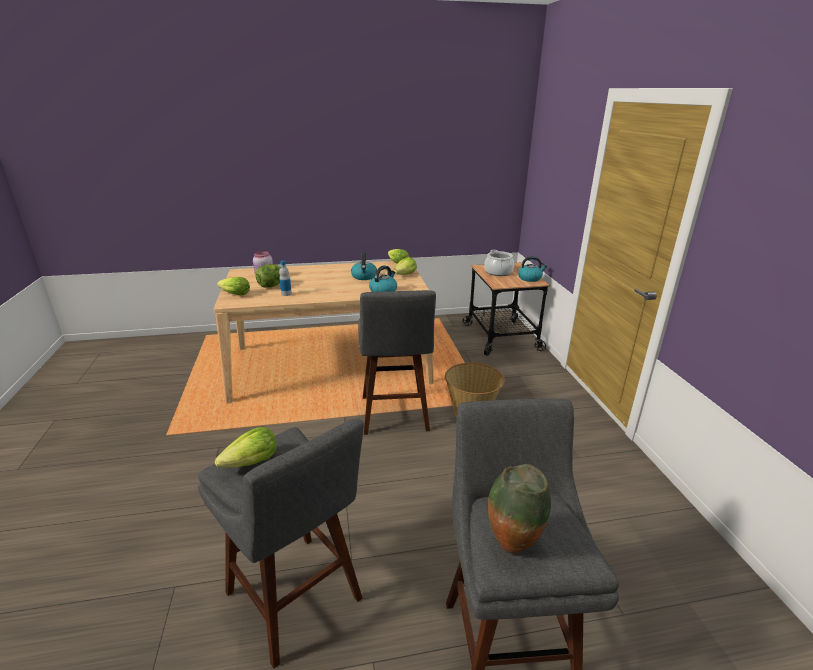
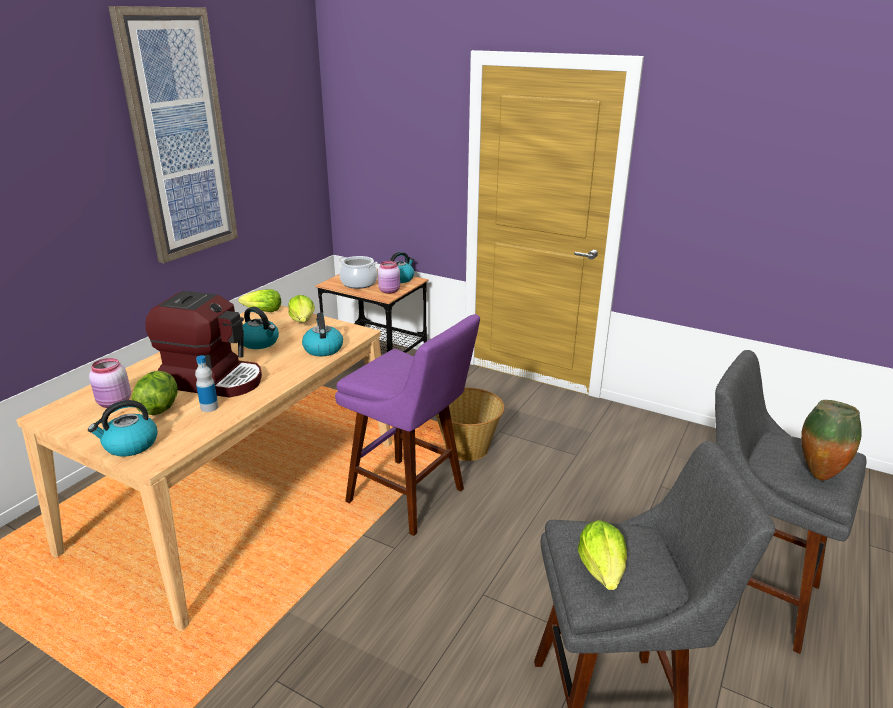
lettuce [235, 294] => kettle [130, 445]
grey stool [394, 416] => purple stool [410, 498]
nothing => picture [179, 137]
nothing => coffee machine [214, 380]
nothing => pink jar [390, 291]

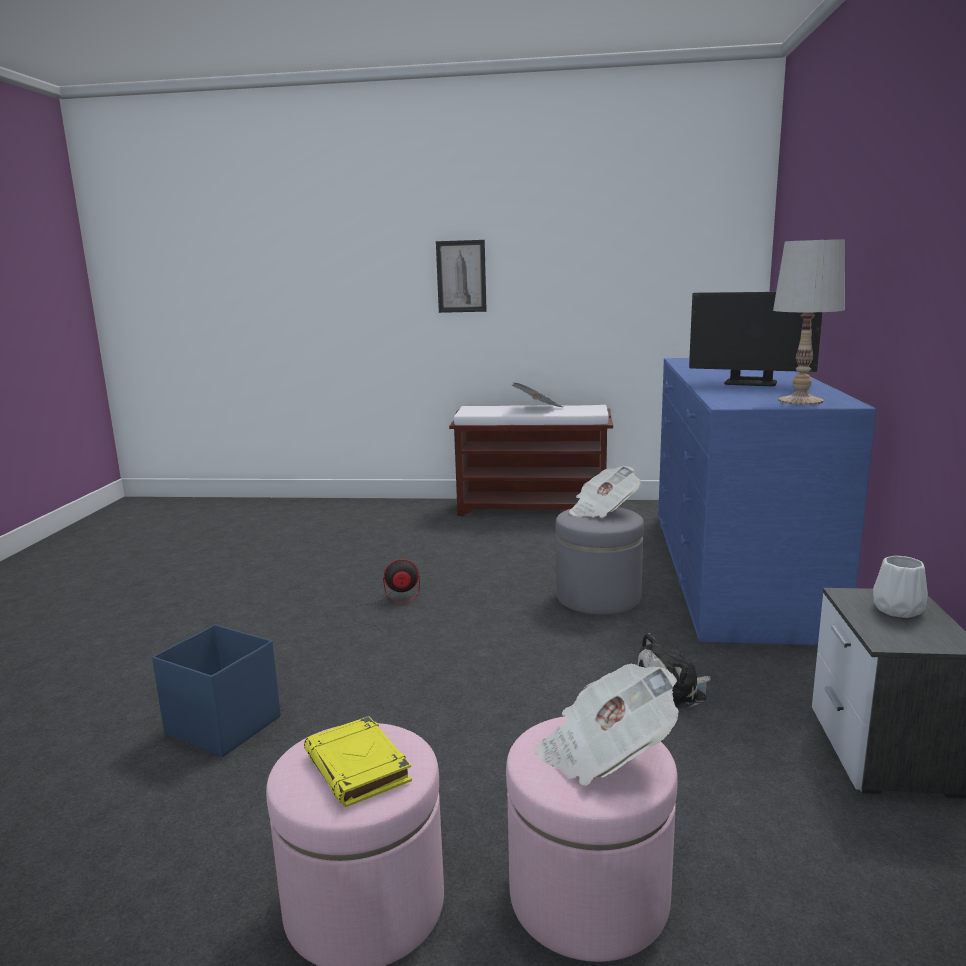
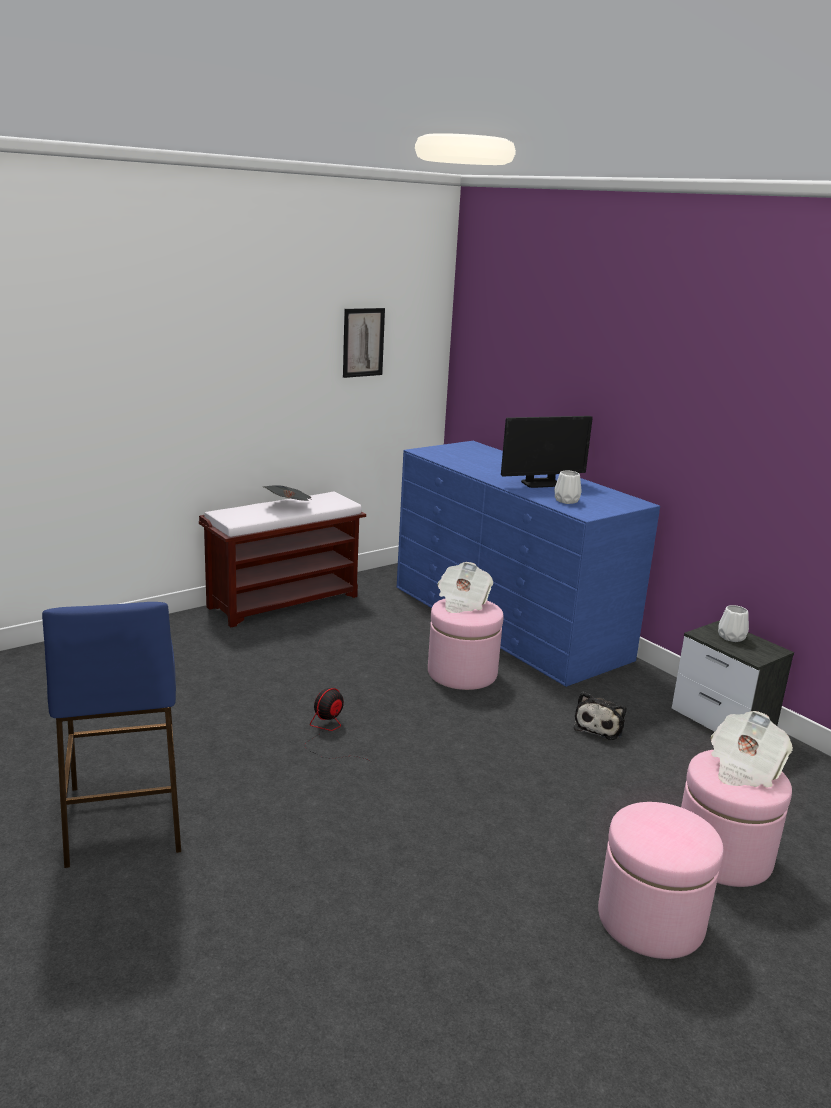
blue storage box [223, 725] => nothing
yellow book [358, 768] => nothing
picture [461, 276] => picture [363, 342], move
grey ottoman [598, 597] => pink ottoman [462, 673]
white table lamp [800, 401] => nothing
nothing => blue stool [124, 819]
nothing => white vase [567, 501]

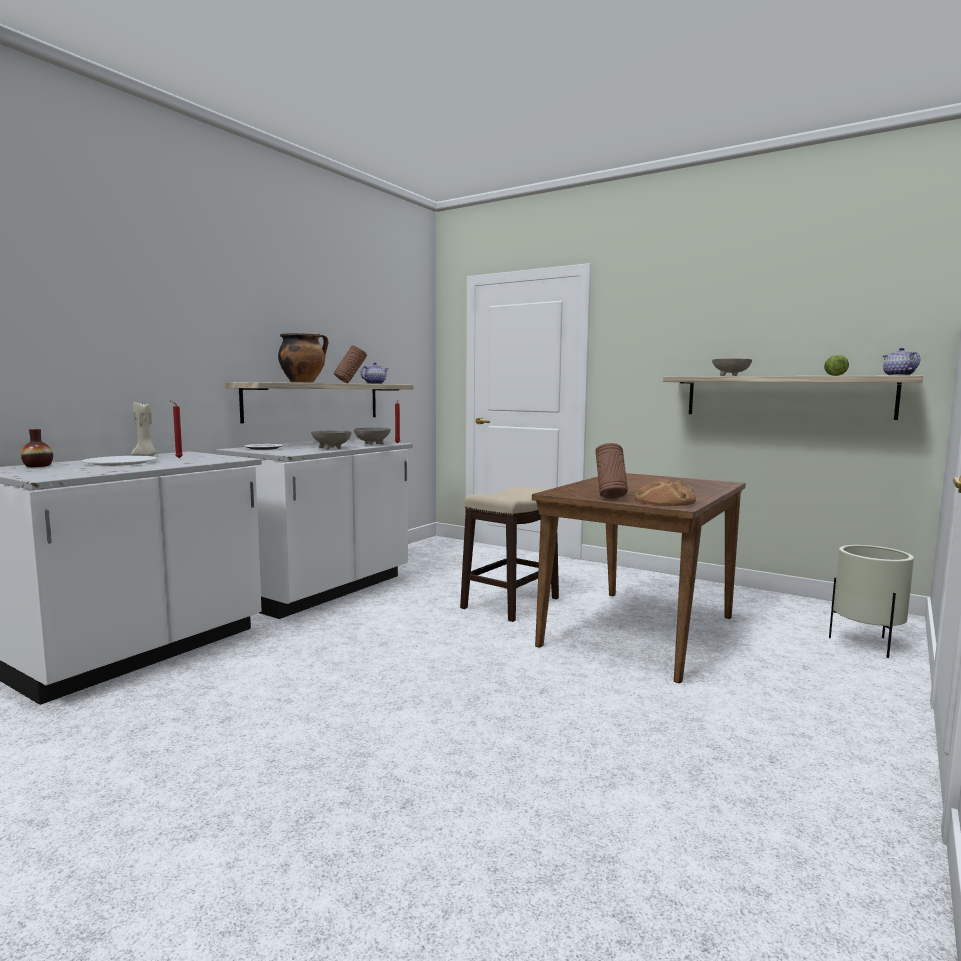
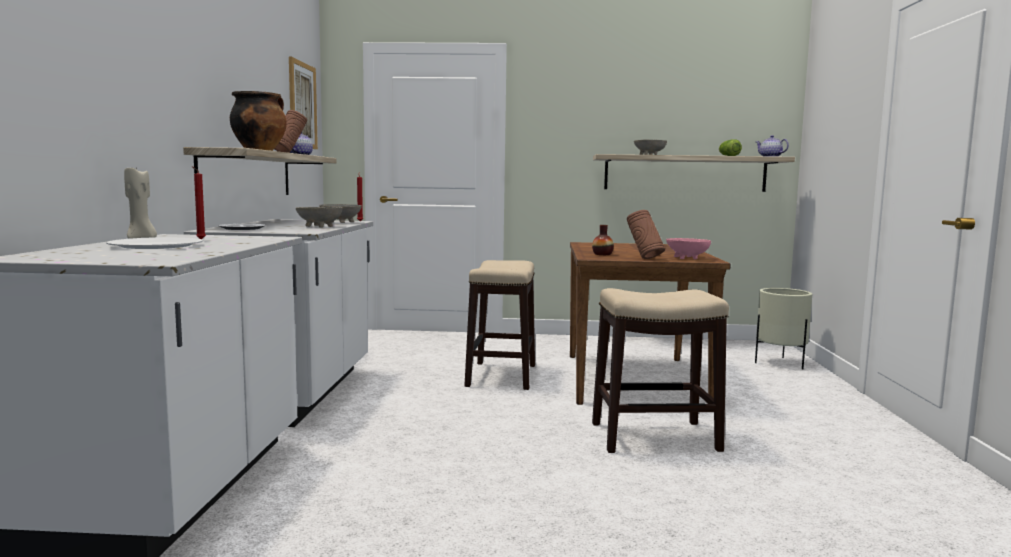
vase [38, 466] => vase [602, 254], move
bread [665, 501] => pink bowl [688, 258]
nothing => picture [302, 105]
nothing => stool [653, 437]

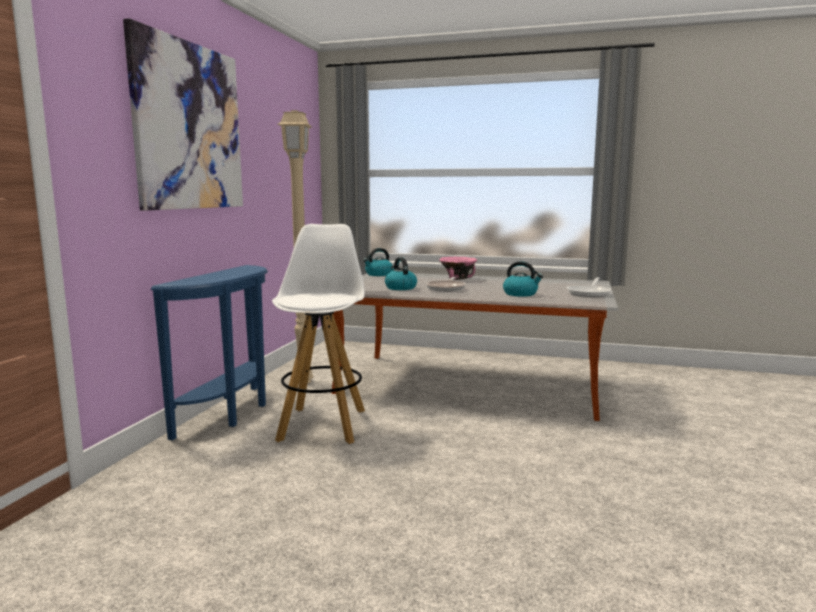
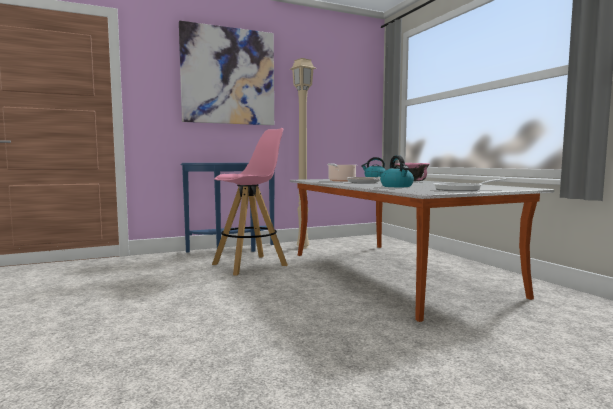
white stool [323, 424] => pink stool [250, 265]
kettle [400, 288] => cooking pot [341, 181]

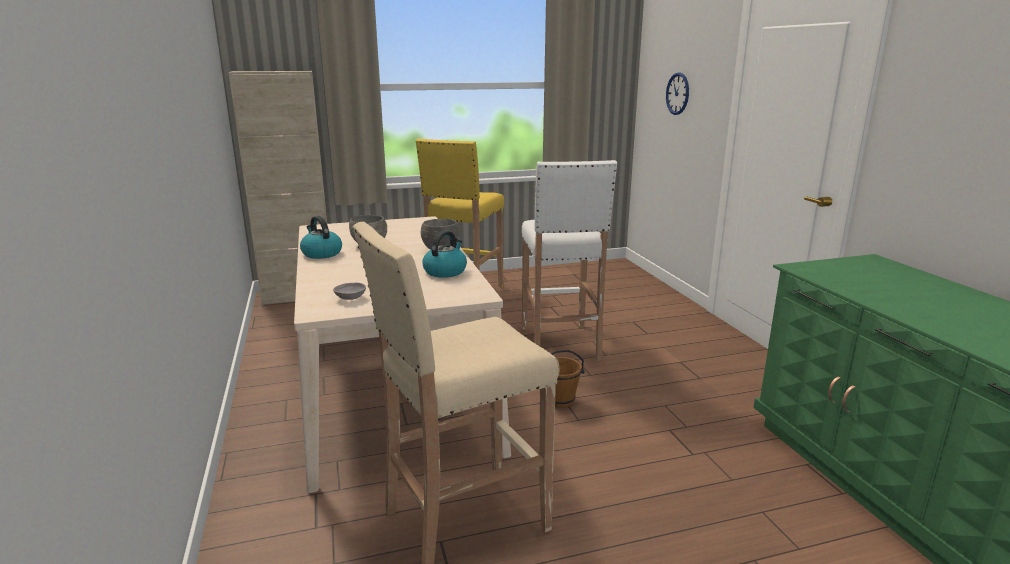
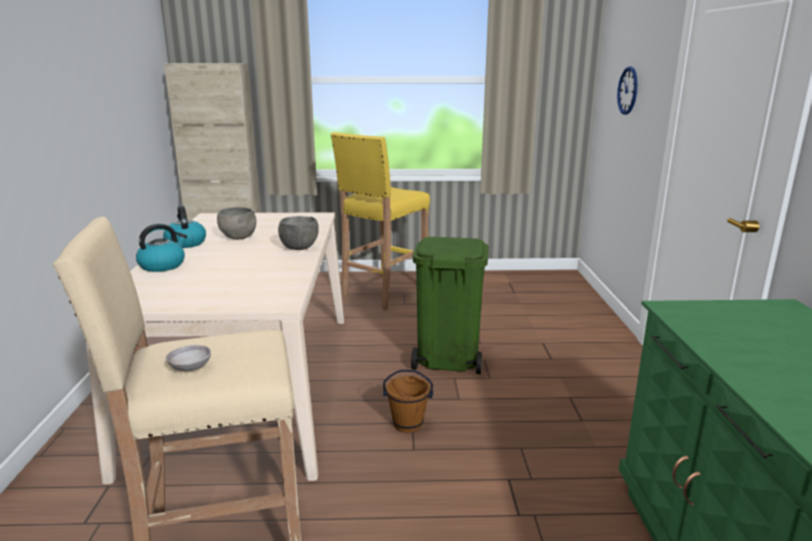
grey bowl [350, 298] => grey bowl [190, 368], move
kettle [445, 271] => kettle [163, 265], move
white stool [560, 344] => green trash can [447, 359]

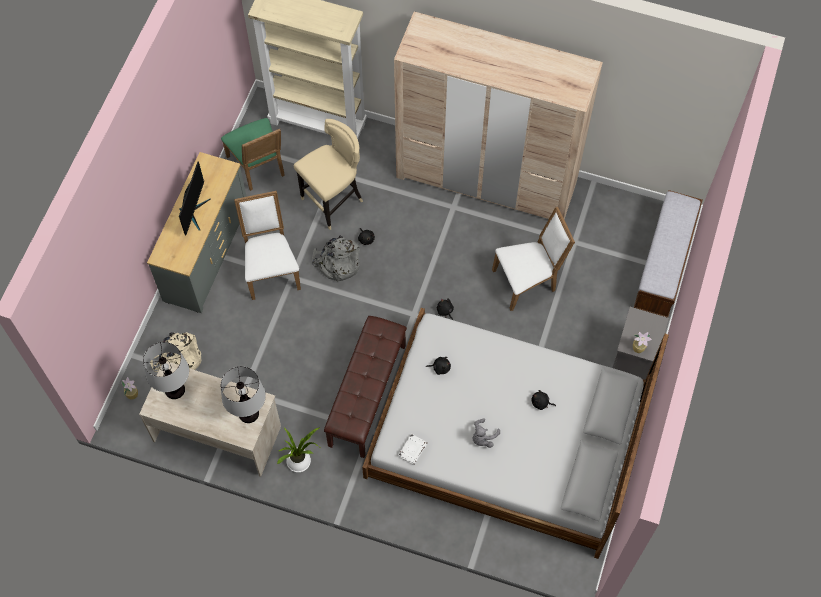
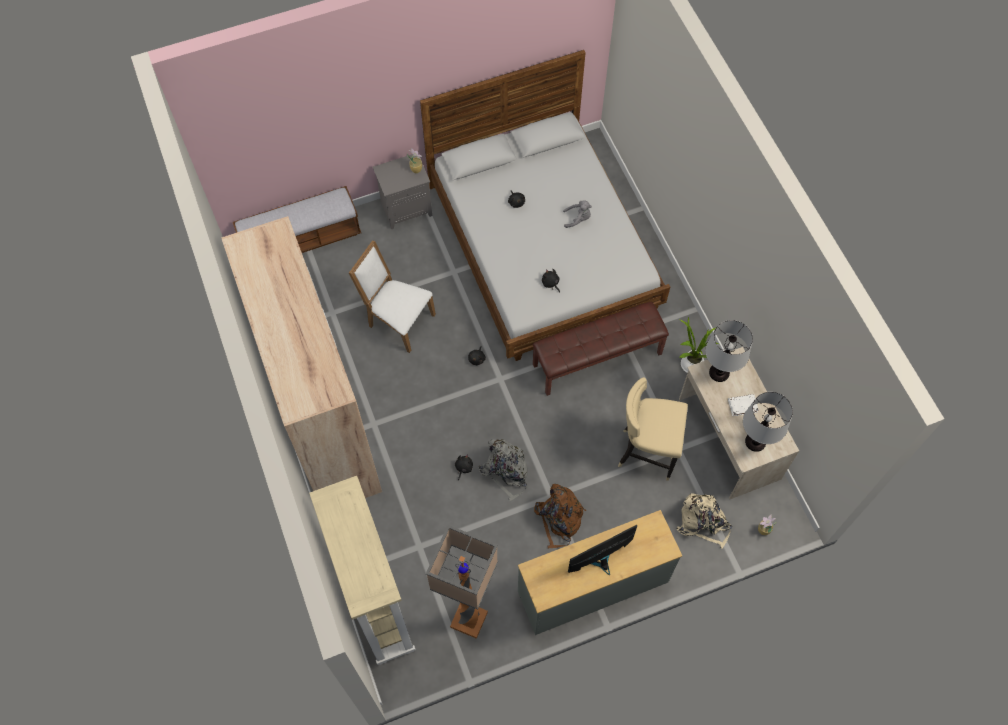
green chair [258, 167] => floor lamp [470, 619]
white chair [271, 269] => brown backpack [559, 519]
beige stool [333, 202] => beige stool [646, 452], move
white book [412, 449] => white book [742, 406], move

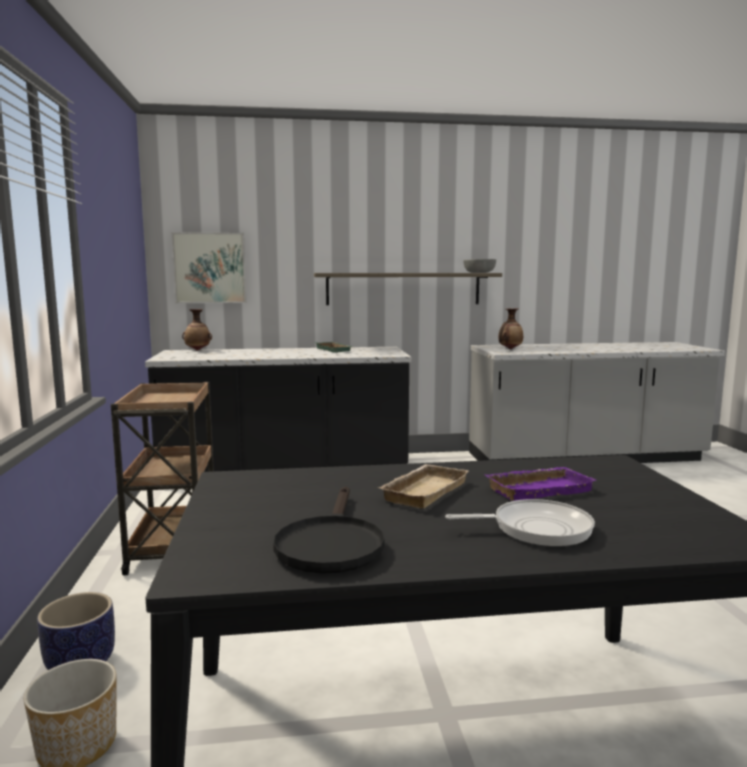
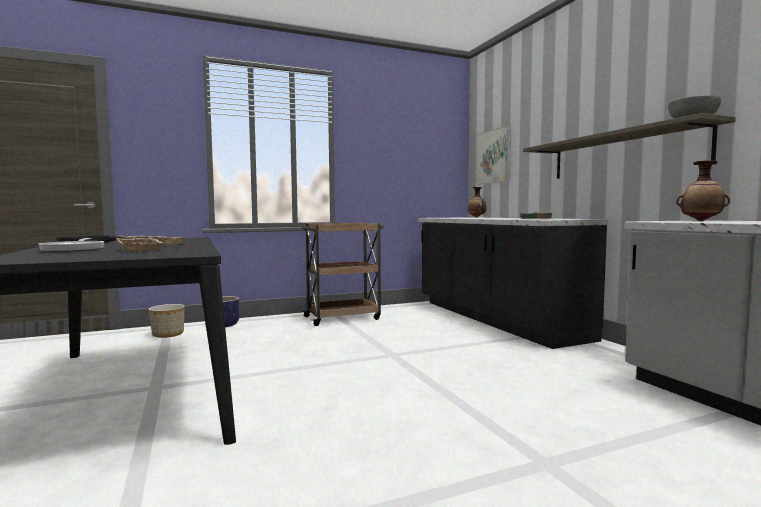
purple tray [538, 489] => beige tray [142, 249]

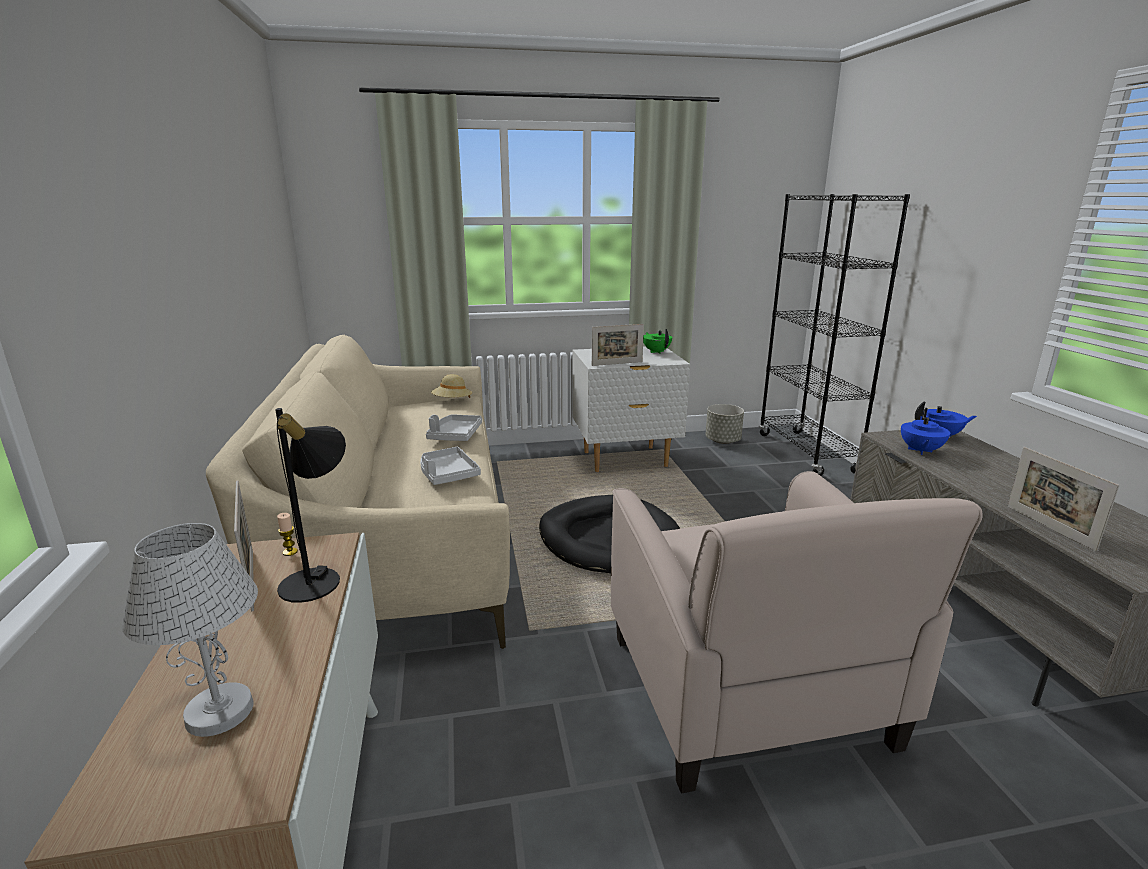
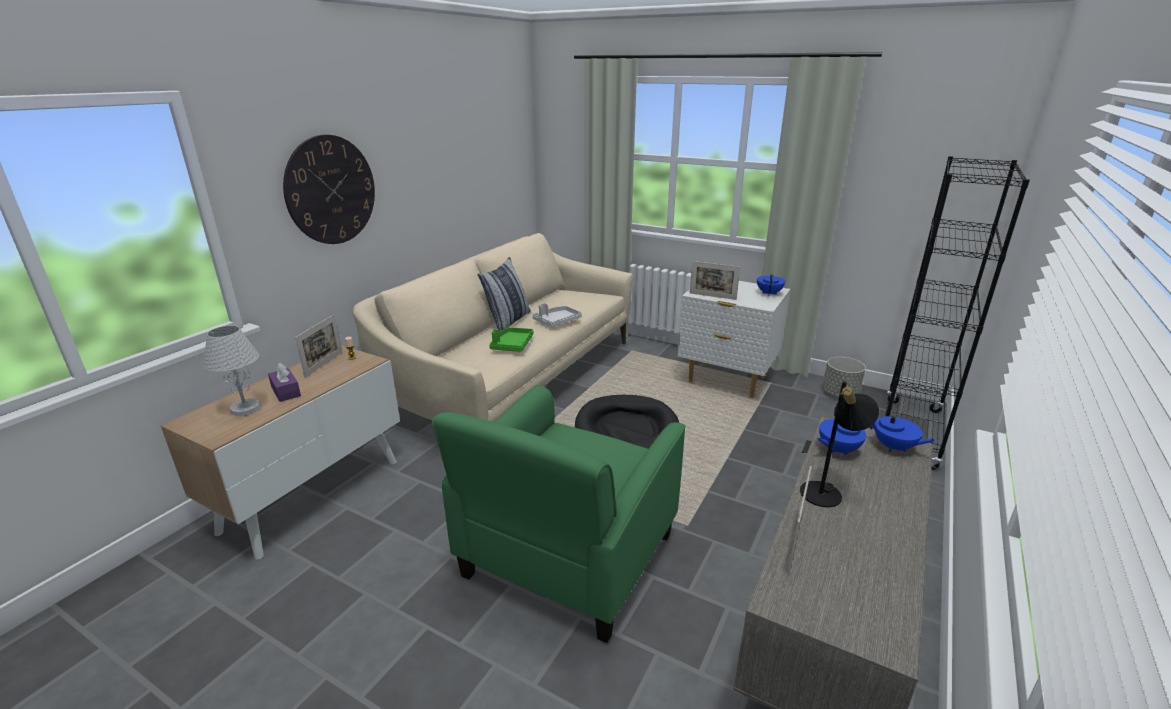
black table lamp [319, 579] => black table lamp [827, 492], move
grey tray [447, 474] => green tray [512, 345]
beige hat [452, 402] => nothing
beige armchair [747, 692] => green armchair [567, 557]
green teapot [656, 352] => blue teapot [769, 293]
nothing => purple tissue box [286, 391]
nothing => wall clock [331, 190]
nothing => pillow [508, 321]

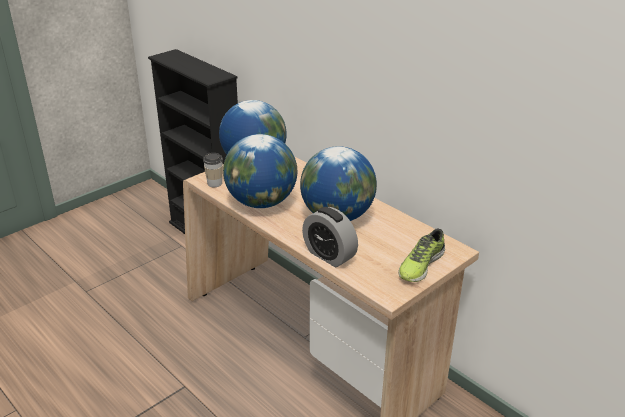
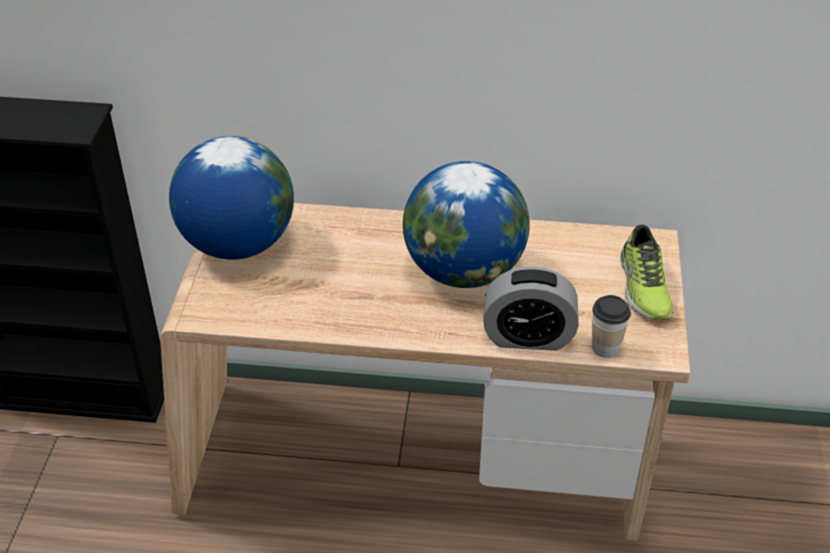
cup [214, 183] => cup [605, 347], move
globe [261, 202] => nothing

